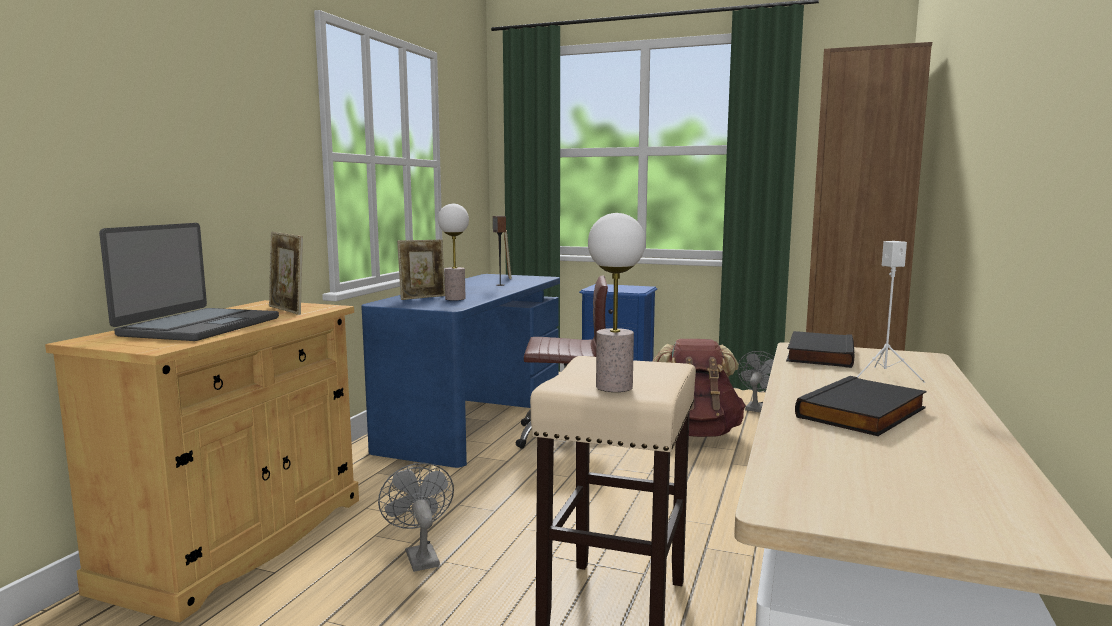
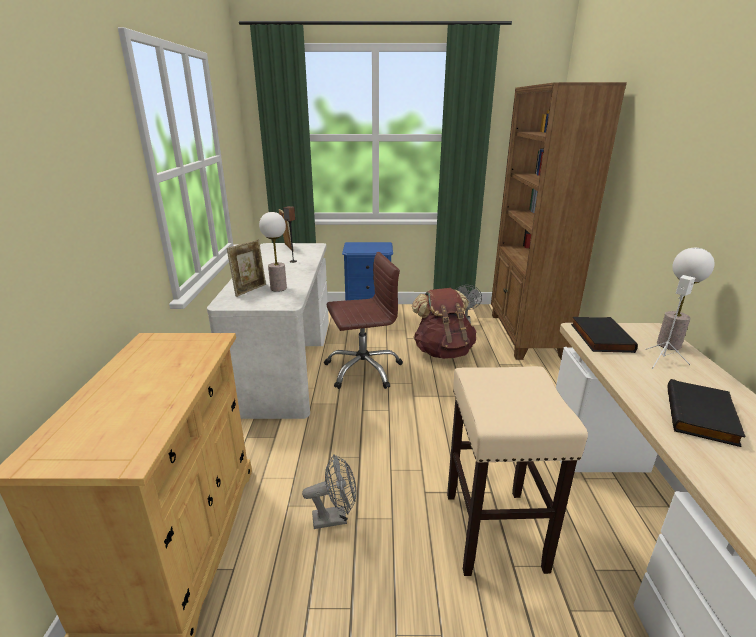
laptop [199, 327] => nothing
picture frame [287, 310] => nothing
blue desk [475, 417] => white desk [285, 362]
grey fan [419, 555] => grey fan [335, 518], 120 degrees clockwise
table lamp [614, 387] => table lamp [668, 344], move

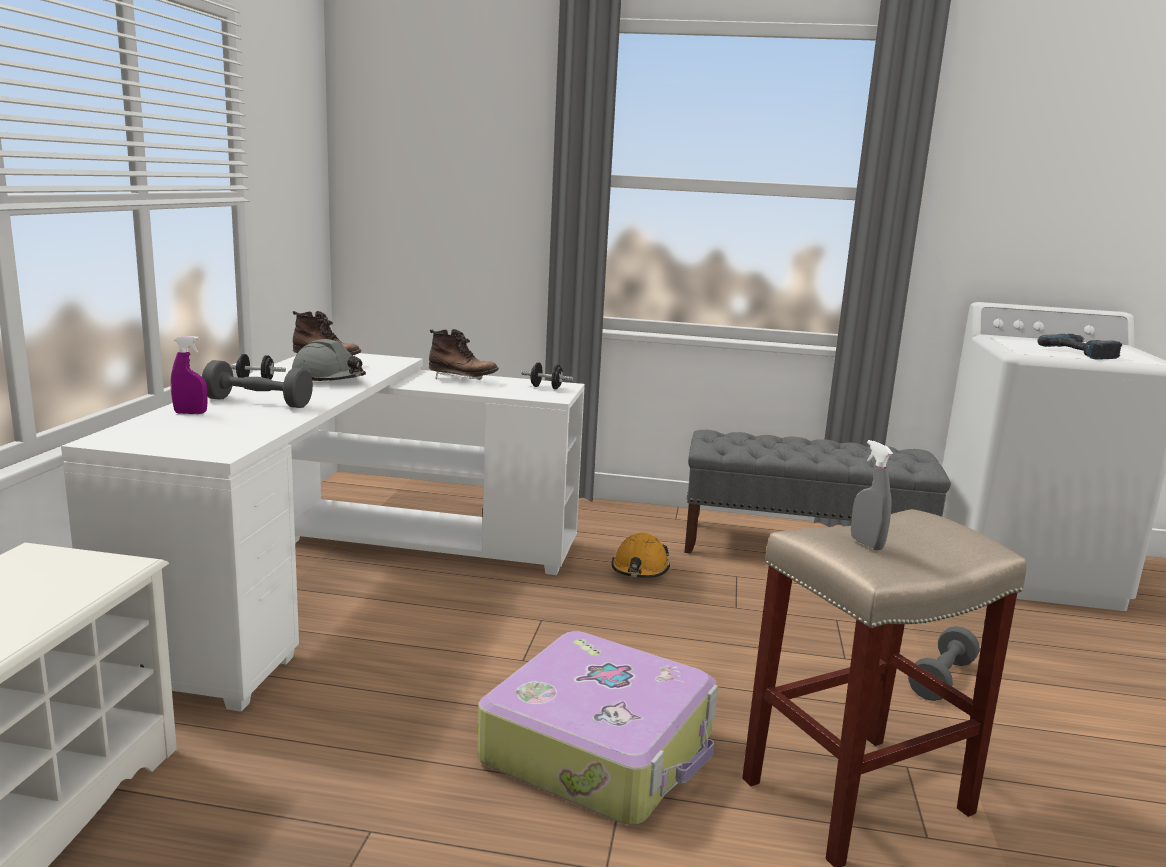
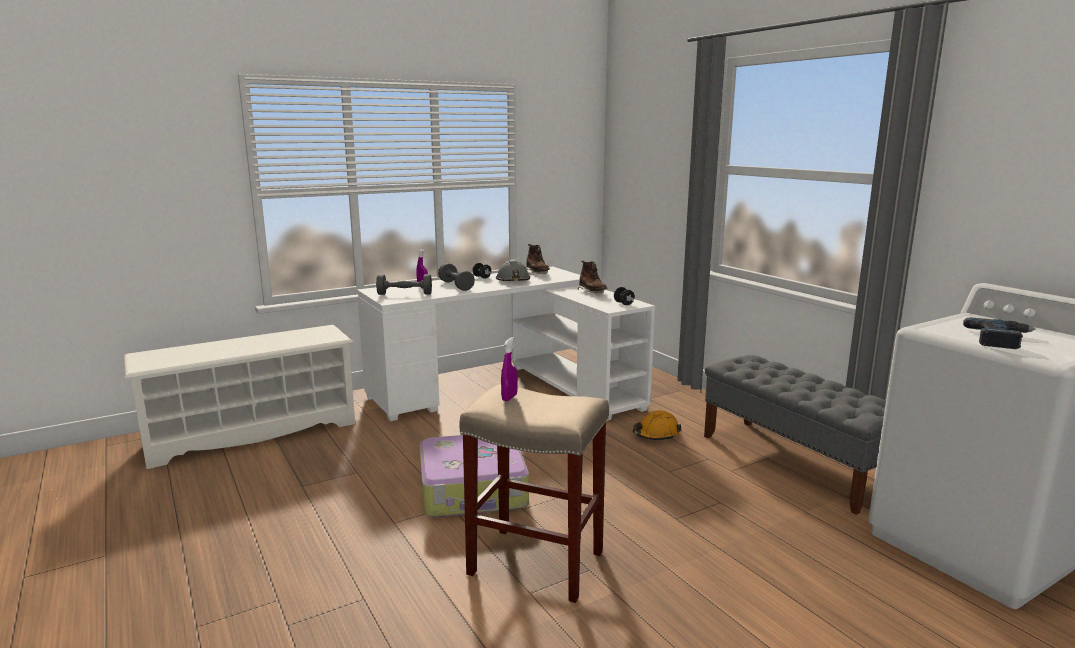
grey spray bottle [866, 544] => purple spray bottle [509, 397]
grey dumbbell [941, 679] => grey dumbbell [405, 294], move

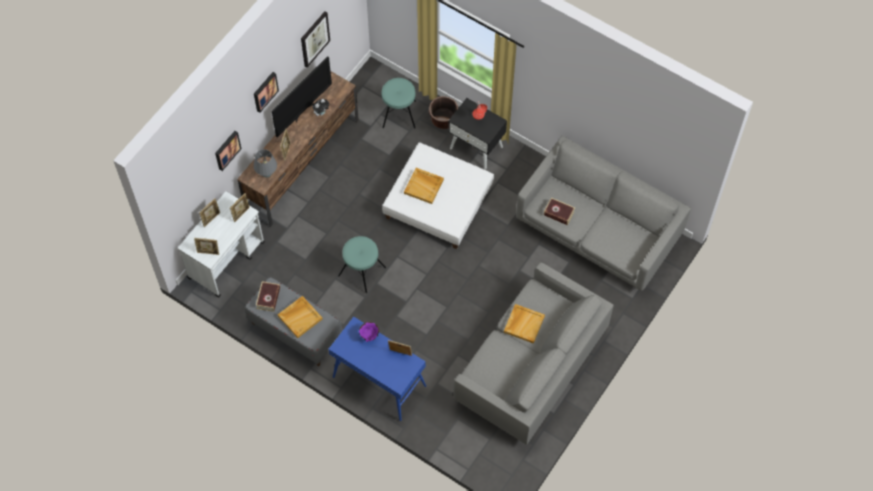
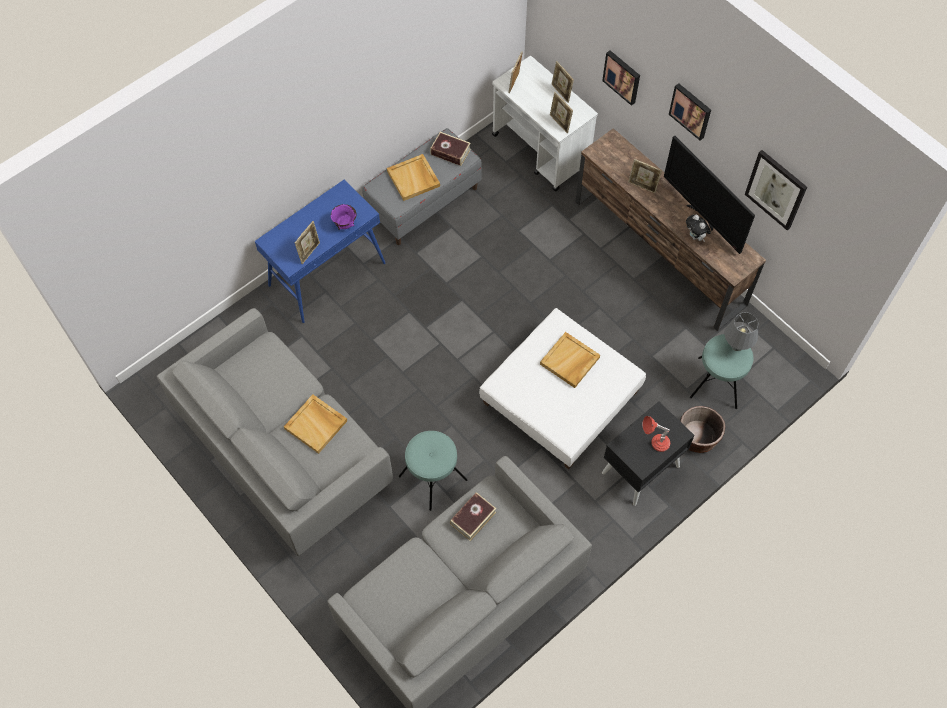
grey table lamp [267, 174] => grey table lamp [736, 346], move
turquoise stool [362, 271] => turquoise stool [432, 478], move

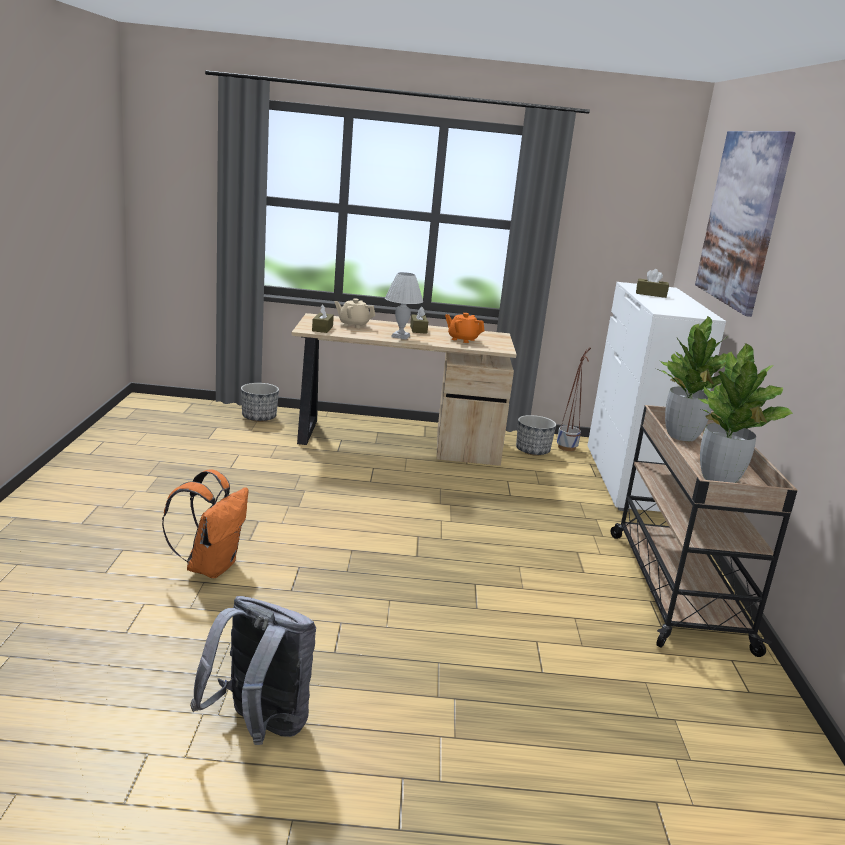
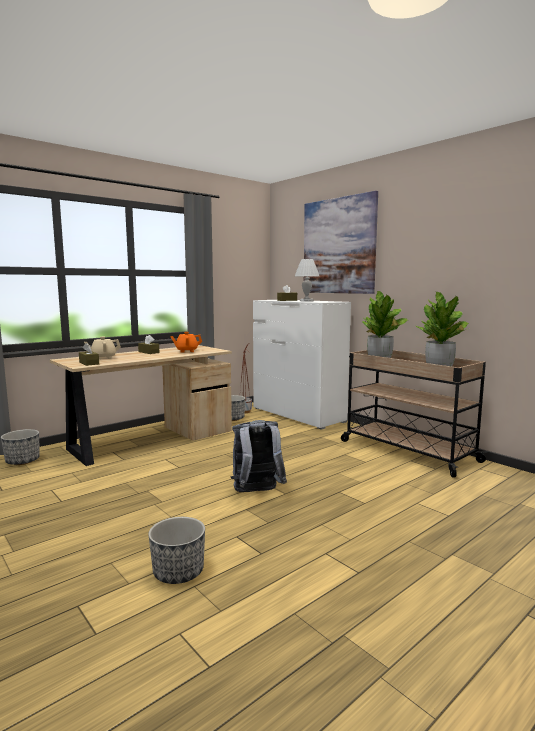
orange backpack [210, 566] => planter [178, 572]
grey backpack [258, 727] => grey backpack [257, 492], move
white table lamp [400, 336] => white table lamp [306, 301], move

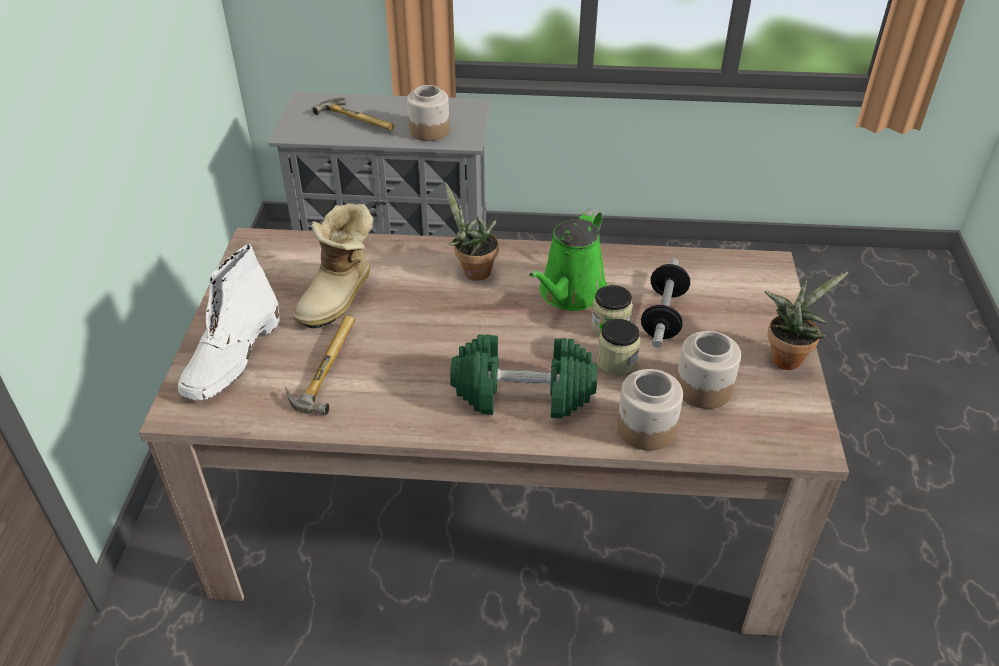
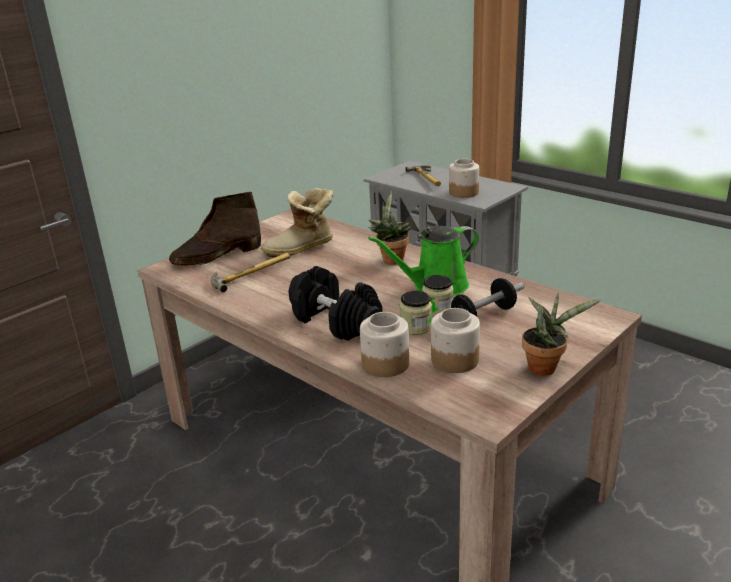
white boot [232, 356] => brown boot [216, 256]
green dumbbell [522, 395] => black dumbbell [335, 321]

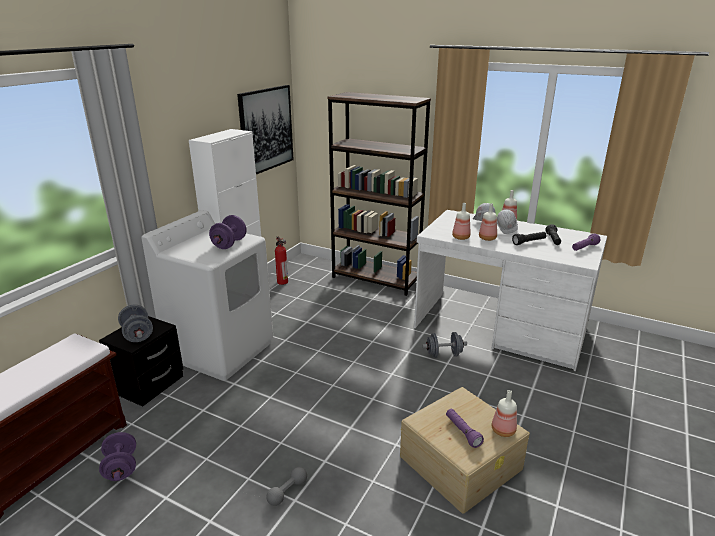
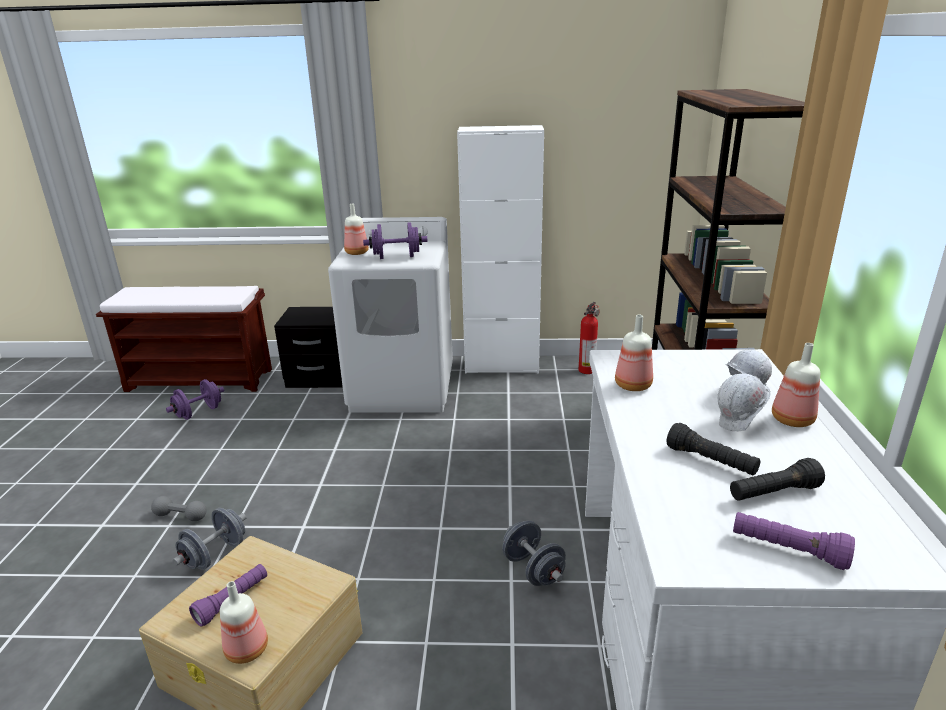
grey dumbbell [137, 335] => grey dumbbell [215, 554], move
picture [266, 129] => nothing
bottle [487, 238] => bottle [357, 253], move

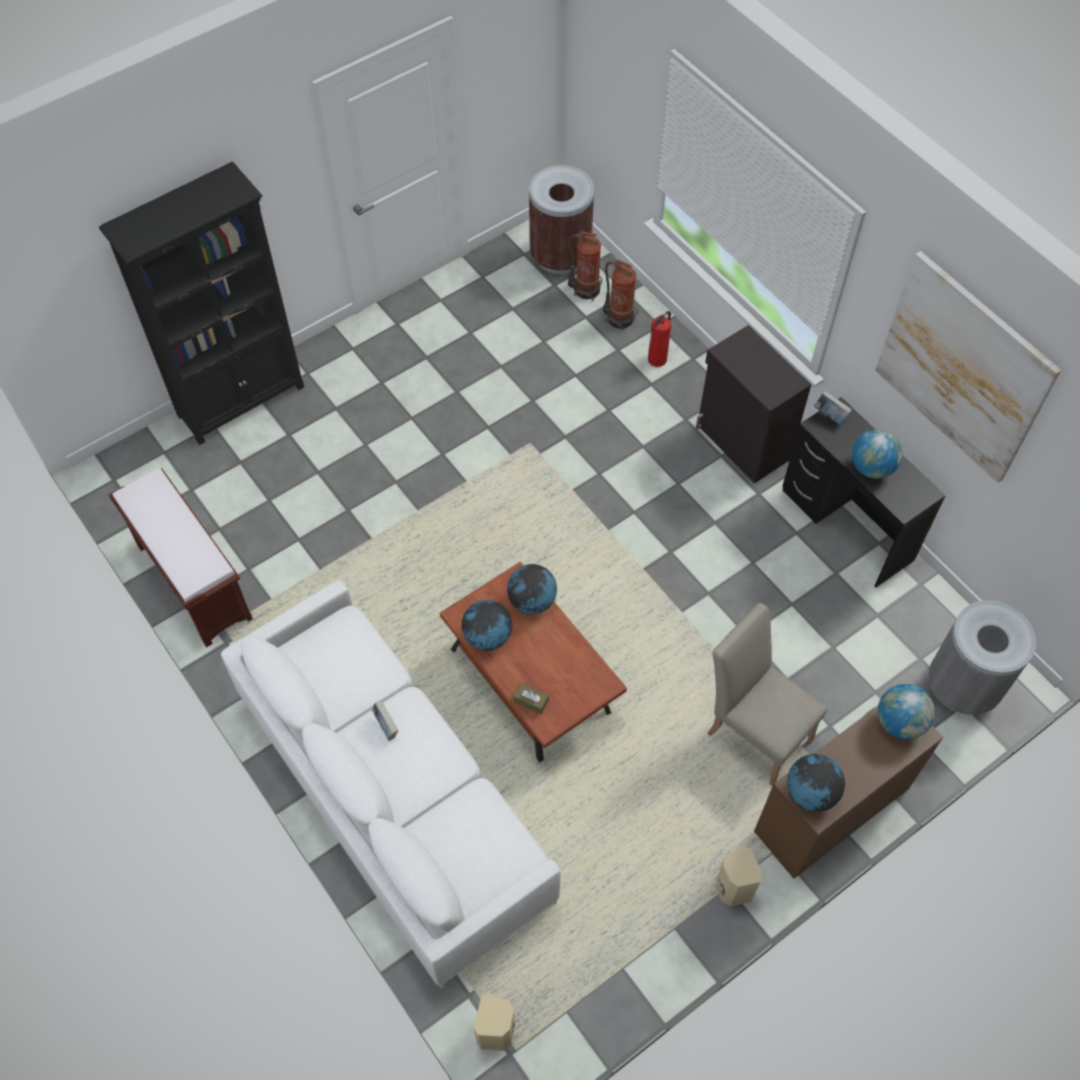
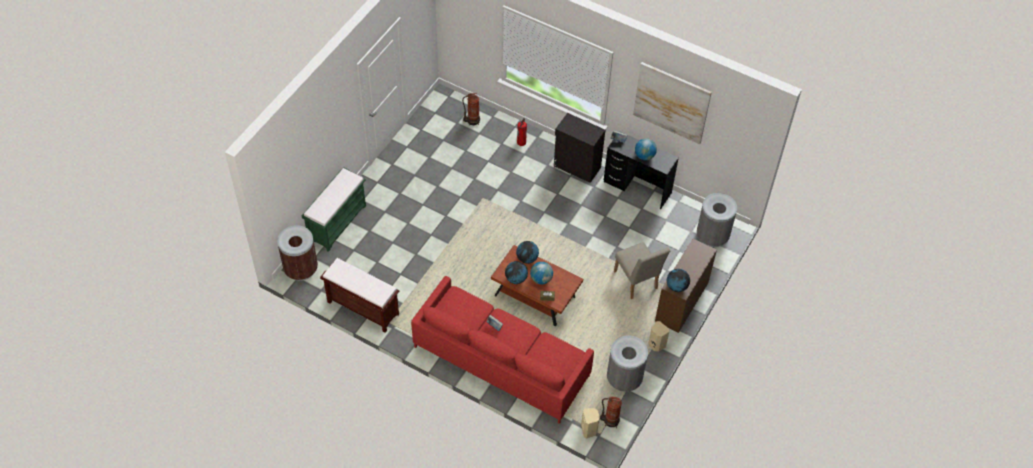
black bookcase [241, 400] => green bench [337, 222]
white sofa [394, 796] => red sofa [501, 361]
brown trash can [560, 255] => brown trash can [301, 269], move
fire extinguisher [619, 317] => fire extinguisher [610, 420], move
beige chair [754, 730] => beige chair [637, 283], 135 degrees counterclockwise
globe [899, 722] => globe [541, 279], move
nothing => grey trash can [624, 379]

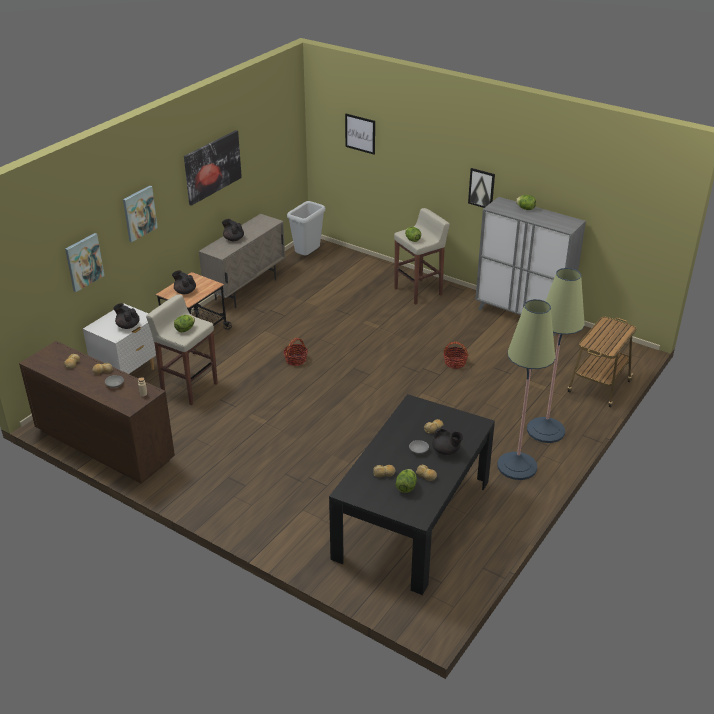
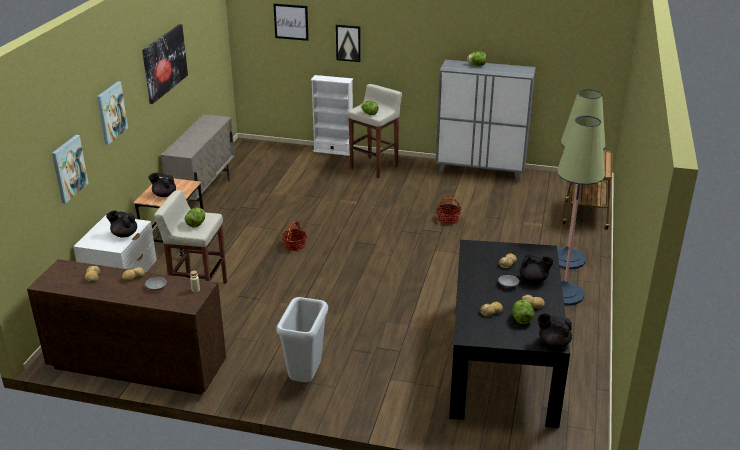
black teapot [233, 239] => black teapot [553, 343], move
grey trash can [307, 256] => grey trash can [305, 378], move
picture [481, 188] => picture [348, 43], move
nothing => white bookcase [333, 151]

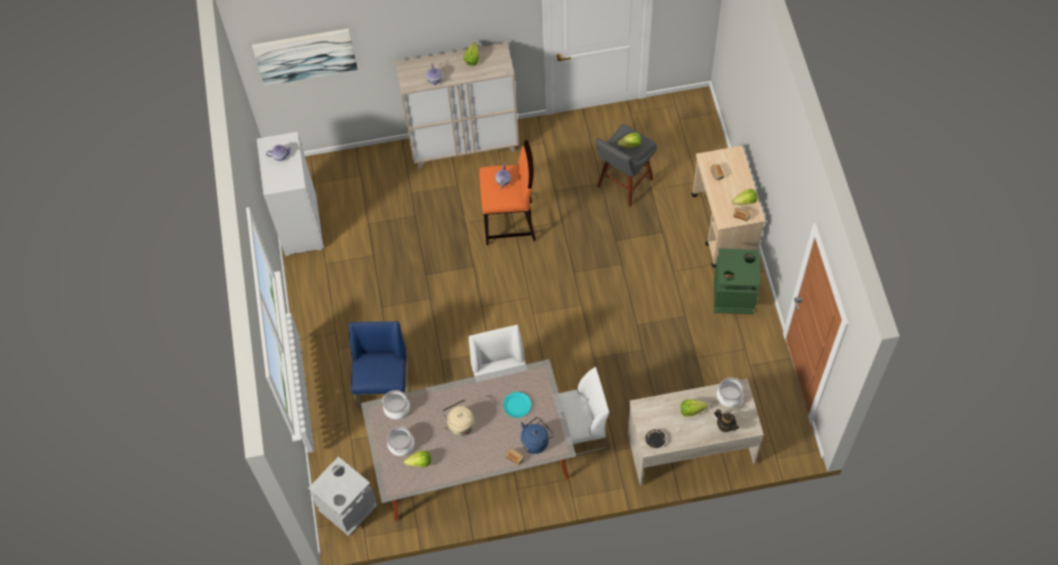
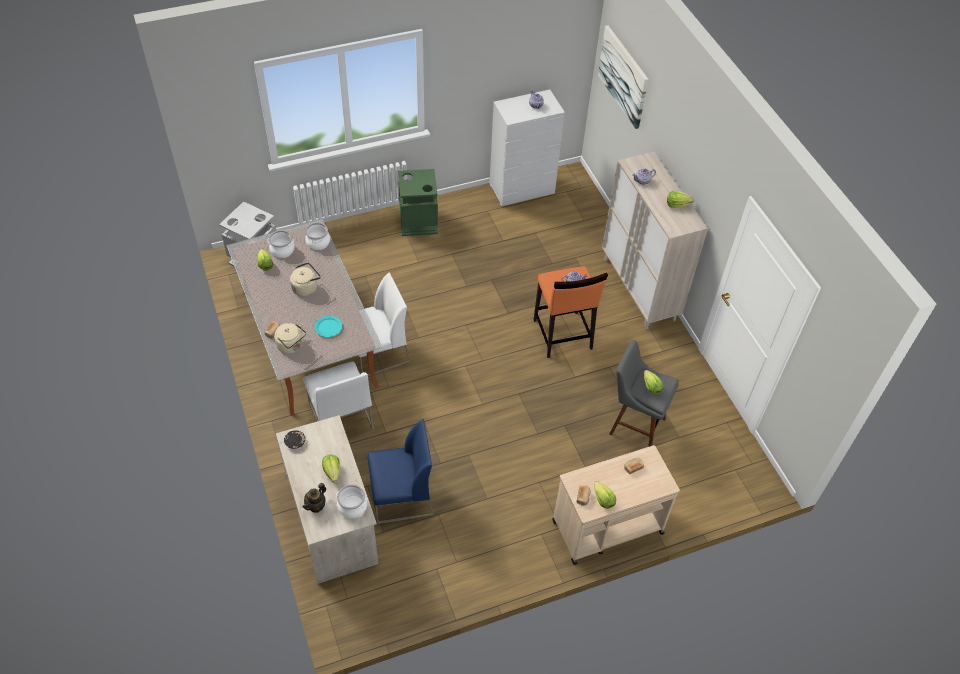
blue chair [384, 384] => blue chair [401, 497], move
blue kettle [536, 441] => beige kettle [291, 346]
green trash can [733, 295] => green trash can [419, 222], move

